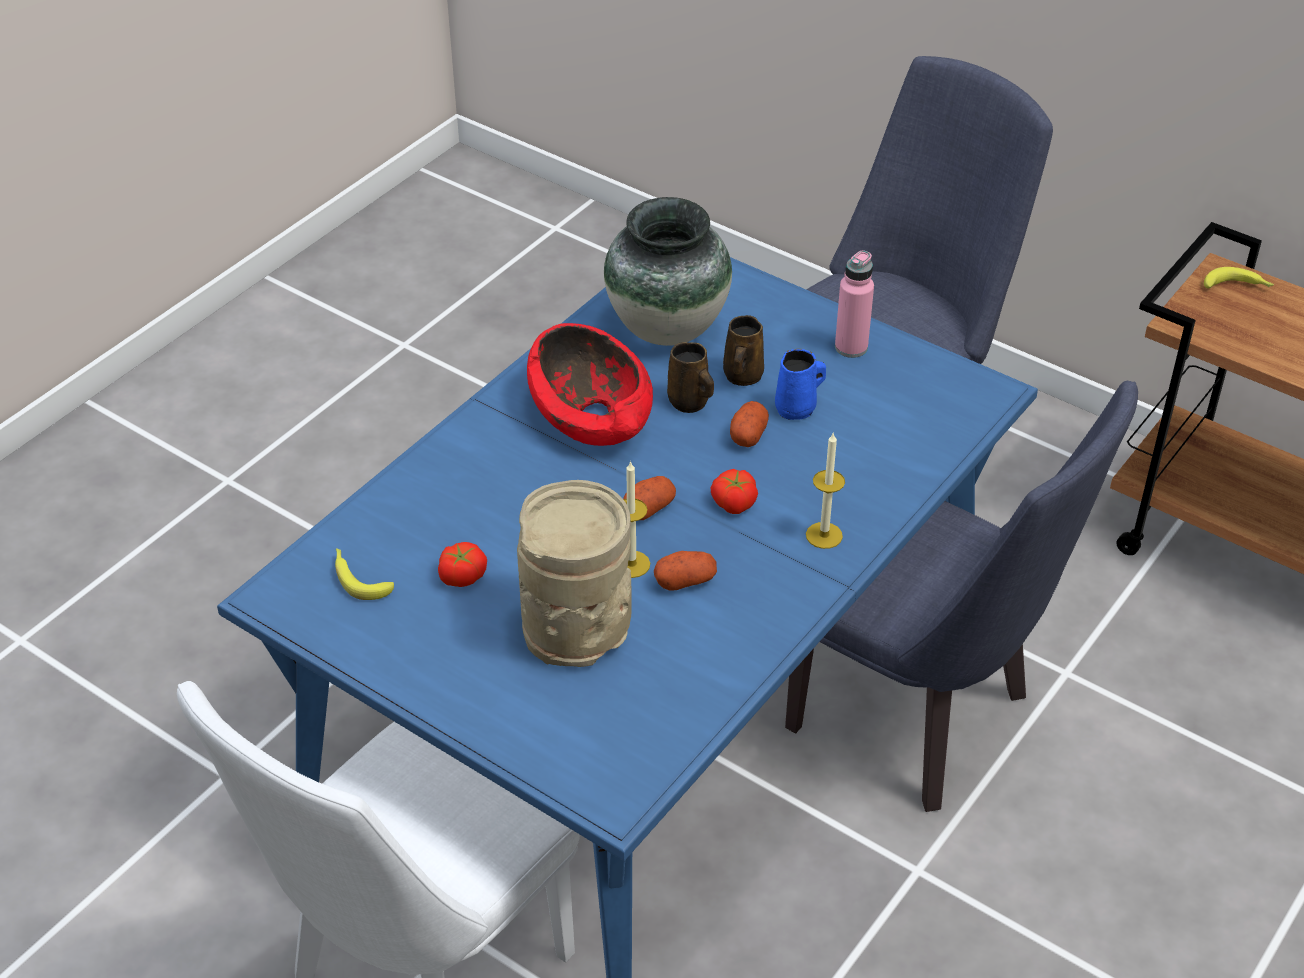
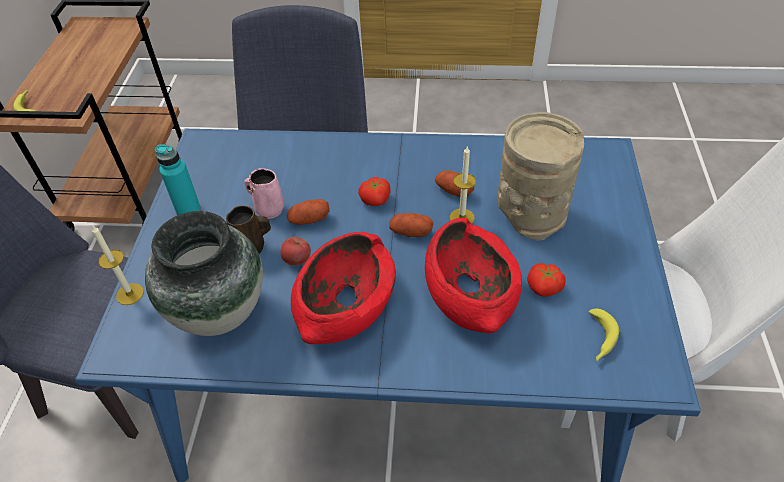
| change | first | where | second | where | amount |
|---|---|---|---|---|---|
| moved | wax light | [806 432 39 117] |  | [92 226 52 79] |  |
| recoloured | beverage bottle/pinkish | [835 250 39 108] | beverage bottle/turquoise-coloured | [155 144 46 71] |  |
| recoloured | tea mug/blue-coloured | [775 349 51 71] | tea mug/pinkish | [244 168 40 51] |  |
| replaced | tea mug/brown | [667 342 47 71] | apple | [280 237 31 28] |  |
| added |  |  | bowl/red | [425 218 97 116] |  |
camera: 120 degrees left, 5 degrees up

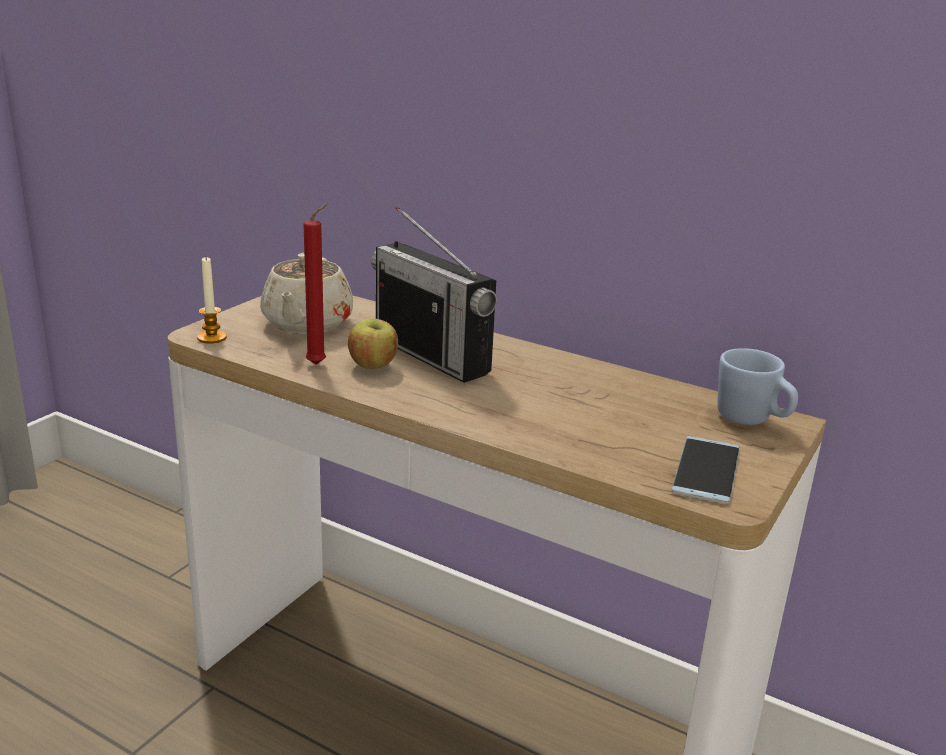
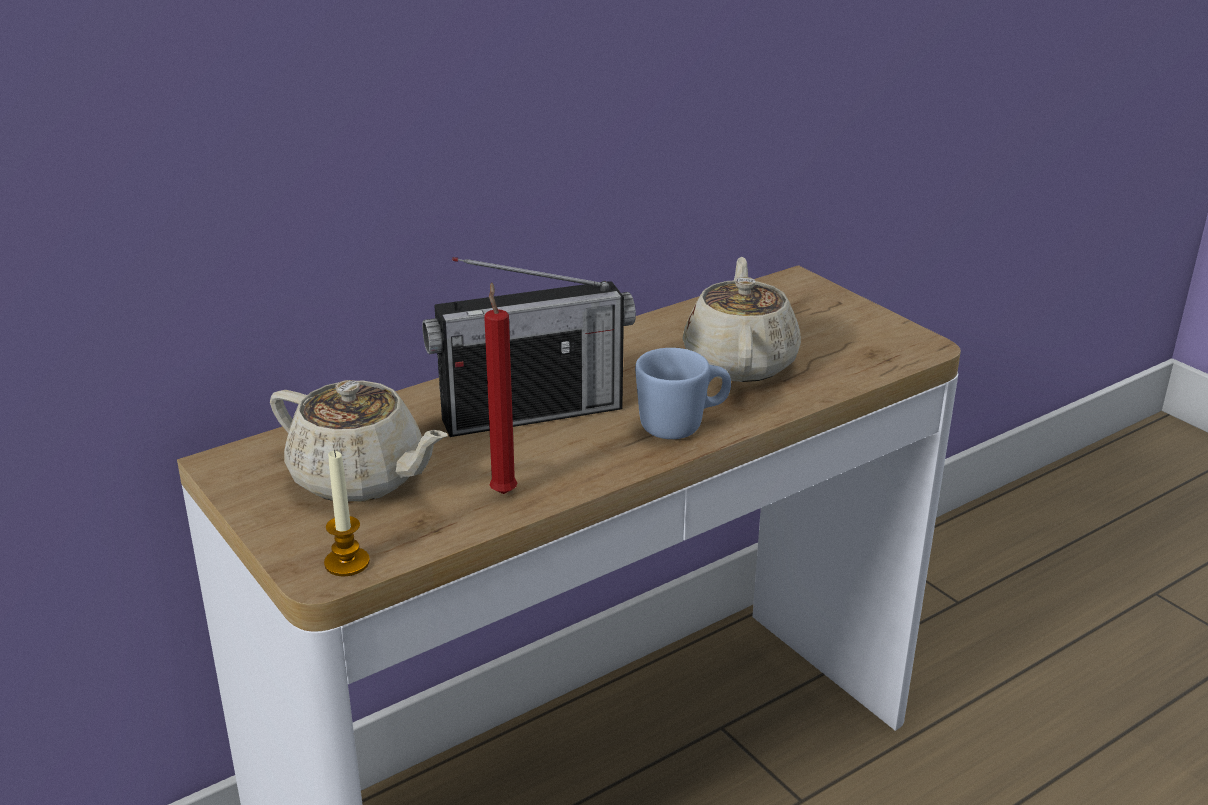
| change | first | where | second | where | amount |
|---|---|---|---|---|---|
| moved | tea mug/blue-coloured | [717 348 81 77] |  | [635 348 96 91] |  |
| added |  |  | teapot/beige | [683 257 118 125] |  |
| removed | apple | [348 318 50 51] |  |  |  |
| removed | phone | [672 436 68 68] |  |  |  |
camera: 65 degrees left, 5 degrees up

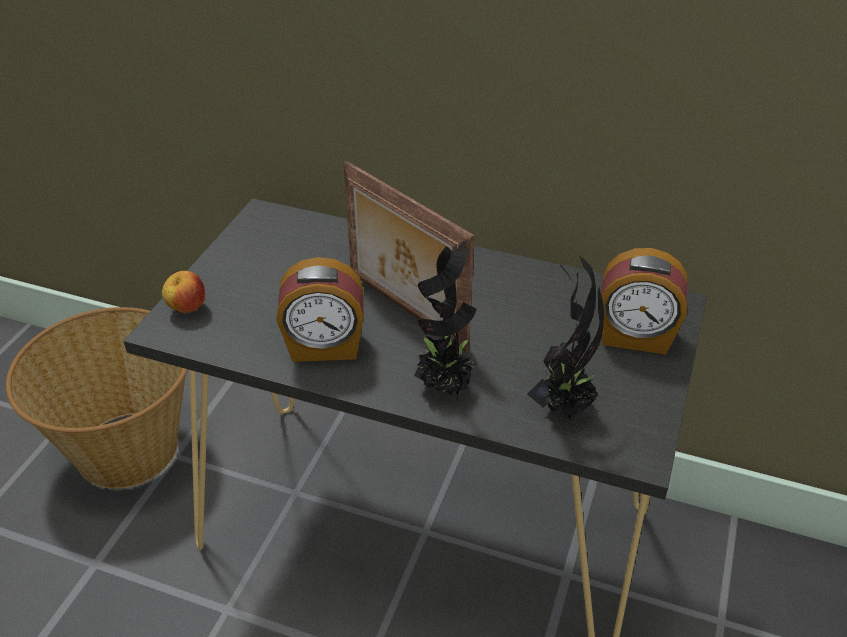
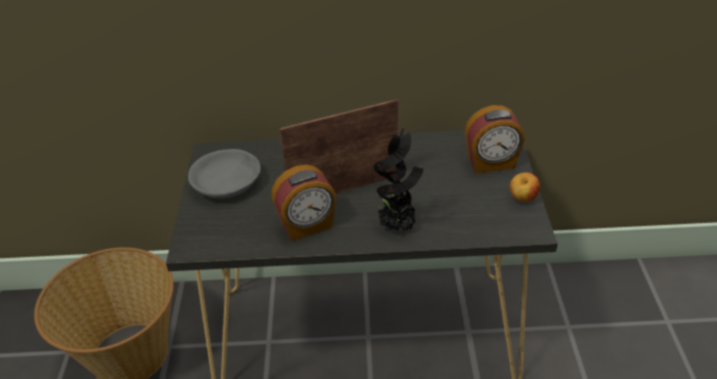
| change | first | where | second | where | amount |
|---|---|---|---|---|---|
| added |  |  | bowl/grey | [188 149 73 50] |  |
| turned | photo frame | [344 161 130 192] |  | [280 99 119 95] | 135 degrees clockwise |
| moved | apple | [162 271 43 42] |  | [510 172 30 30] |  |
| removed | houseplant | [527 256 77 163] |  |  |  |
camera: 20 degrees left, 0 degrees up

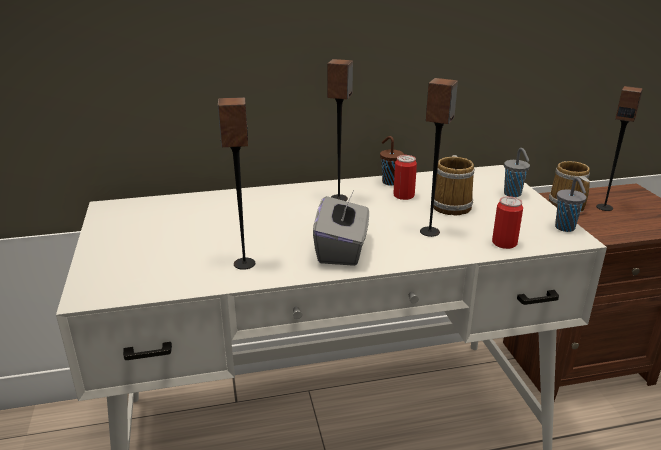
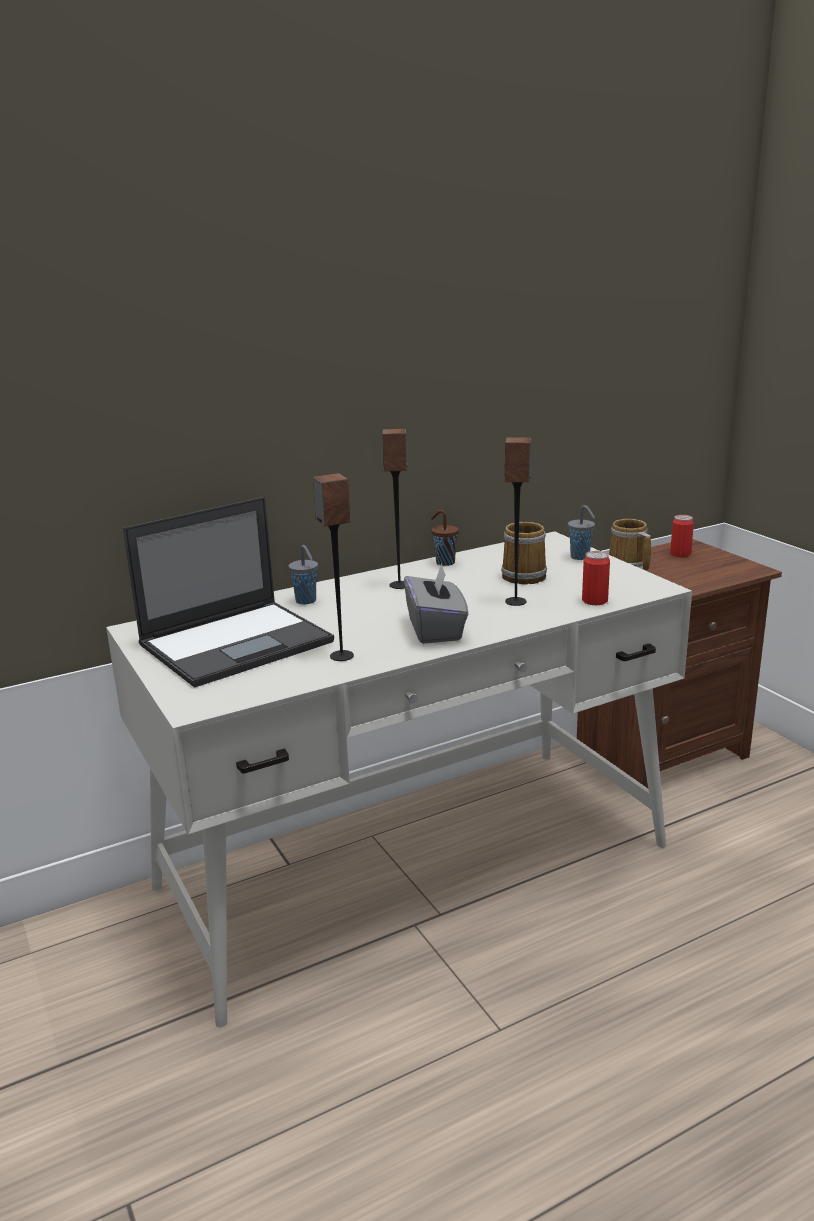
| change | first | where | second | where | amount |
|---|---|---|---|---|---|
| added |  |  | portable computer | [123 497 211 191] |  |
| moved | small cup/grey | [555 177 31 55] |  | [288 545 30 59] |  |
| moved | metal can | [393 155 24 45] |  | [670 515 24 42] |  |
| removed | loudspeaker | [596 86 47 125] |  |  |  |
camera: 15 degrees left, 5 degrees down

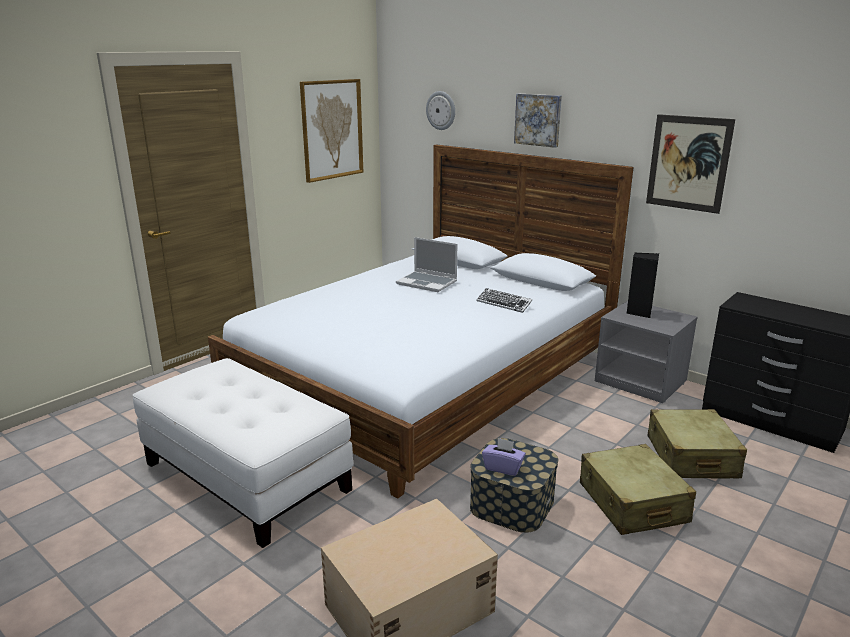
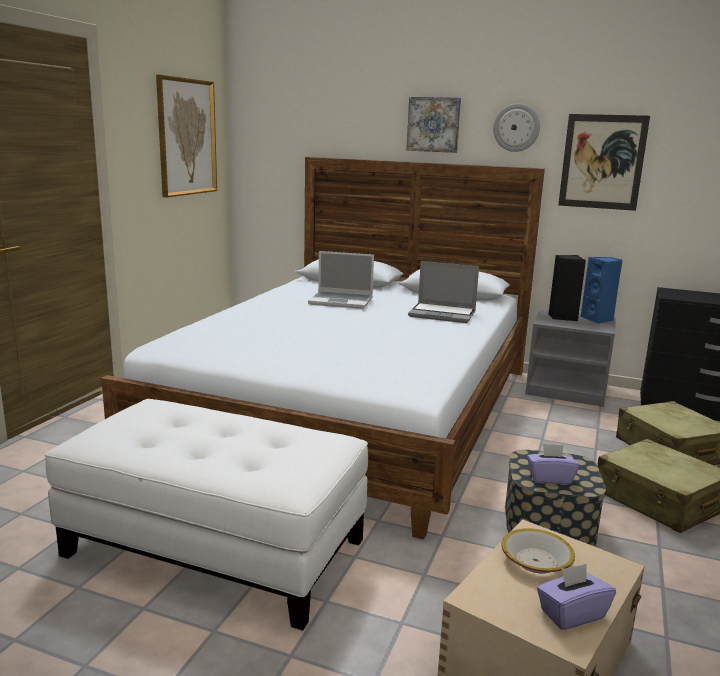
| change | first | where | second | where | amount |
|---|---|---|---|---|---|
| replaced | keyboard | [476 288 56 25] | portable computer | [408 261 71 62] |  |
| moved | hanging clock | [426 91 29 39] |  | [493 103 47 49] |  |
| added |  |  | bowl | [501 528 74 45] |  |
| added |  |  | box of tissues/purple-coloured | [537 564 79 66] |  |
| added |  |  | loudspeaker/blue-coloured | [580 257 42 67] |  |
camera: 20 degrees left, 5 degrees down

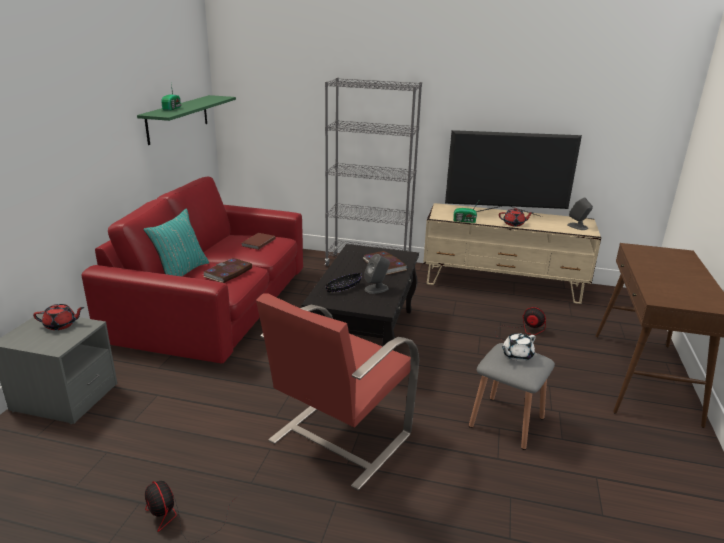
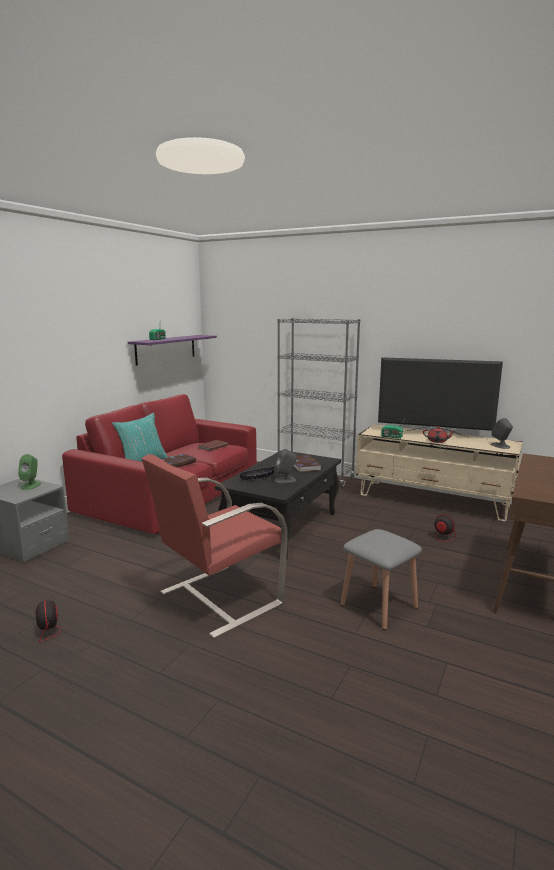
| change | first | where | second | where | amount |
|---|---|---|---|---|---|
| replaced | teapot/red | [33 304 51 26] | loudspeaker/green | [18 454 23 36] |  |
| recoloured | bracket shelf/green | [137 95 99 50] | bracket shelf/purple-coloured | [128 335 89 31] |  |
| removed | teapot/whitish | [502 333 34 28] |  |  |  |
camera: 15 degrees right, 10 degrees down

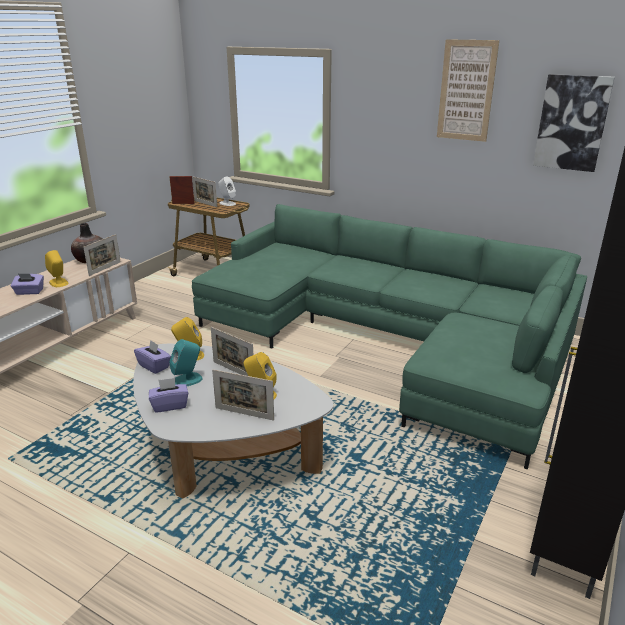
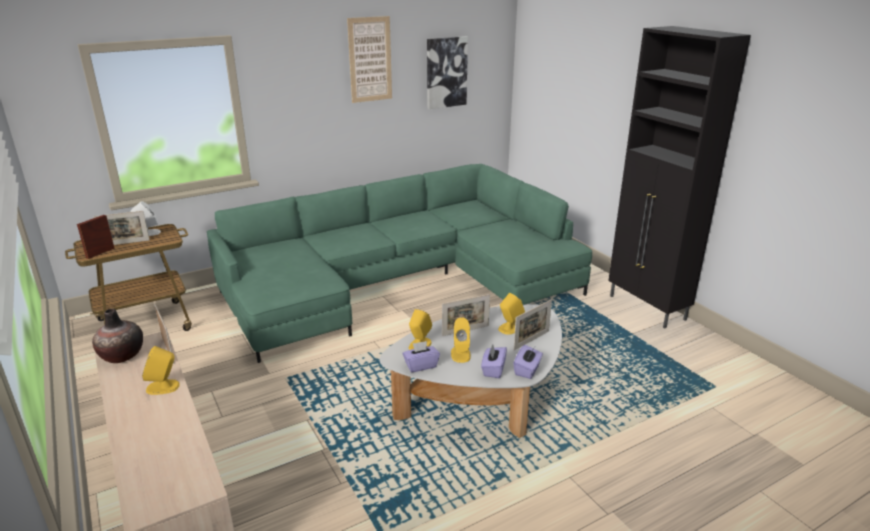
| change | first | where | second | where | amount |
|---|---|---|---|---|---|
| recoloured | loudspeaker/turquoise-coloured | [169 339 33 47] | loudspeaker/yellow-coloured | [451 317 20 46] |  |
| moved | box of tissues/purple-coloured | [11 274 33 21] |  | [513 345 30 34] |  |
camera: 60 degrees left, 0 degrees up

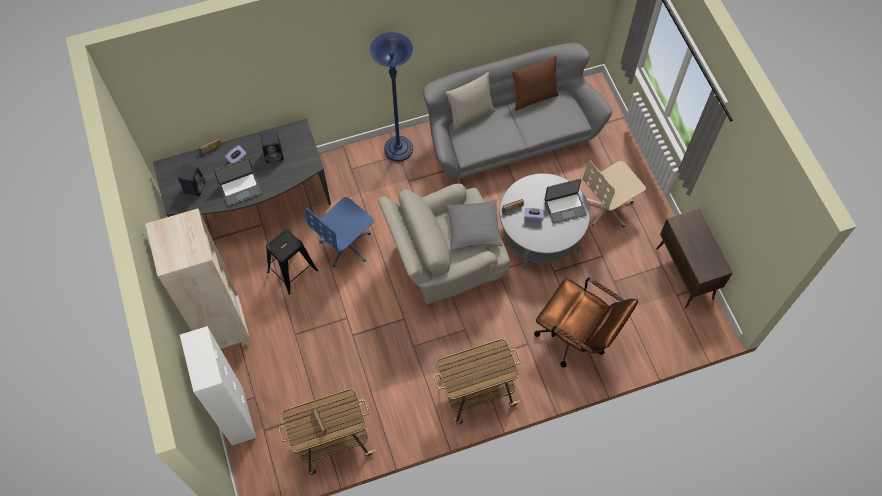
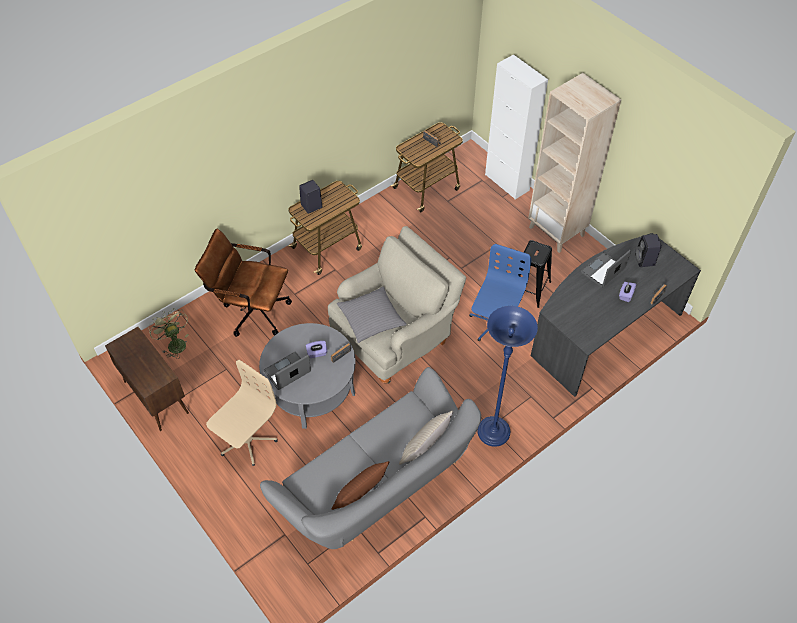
| change | first | where | second | where | amount |
|---|---|---|---|---|---|
| added |  |  | electric fan/green | [147 308 42 51] |  |
| moved | loudspeaker/black | [260 131 24 32] |  | [299 180 24 34] |  |
camera: 160 degrees right, 10 degrees down

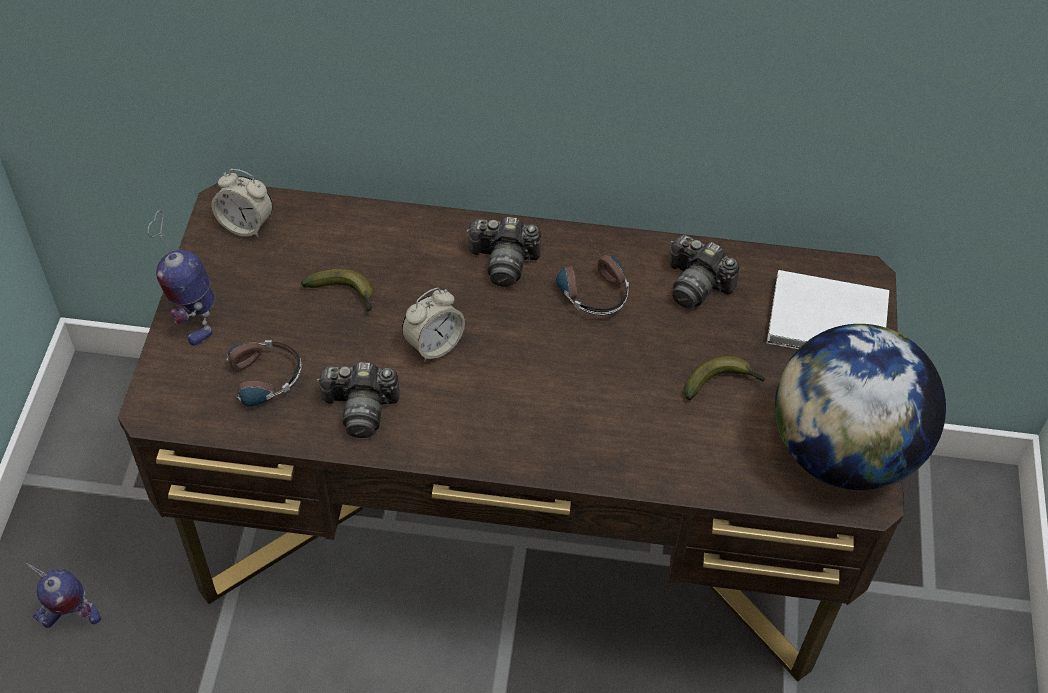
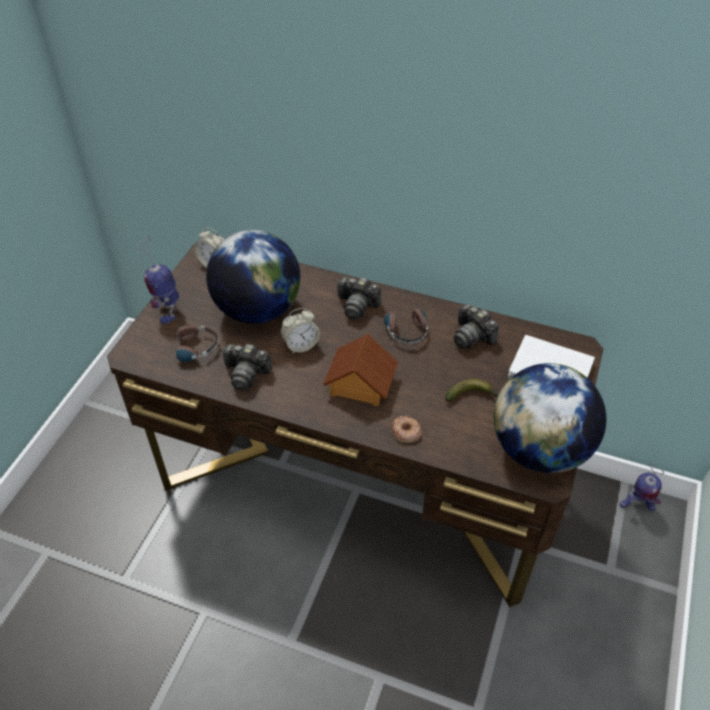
| change | first | where | second | where | amount |
|---|---|---|---|---|---|
| replaced | whole banana | [301 269 72 43] | world globe | [206 230 94 94] |  |
| added |  |  | model house | [323 333 75 74] |  |
| added |  |  | donut | [391 415 30 28] |  |
| moved | model robot | [25 563 76 65] |  | [620 464 44 47] |  |
camera: 15 degrees right, 5 degrees down

